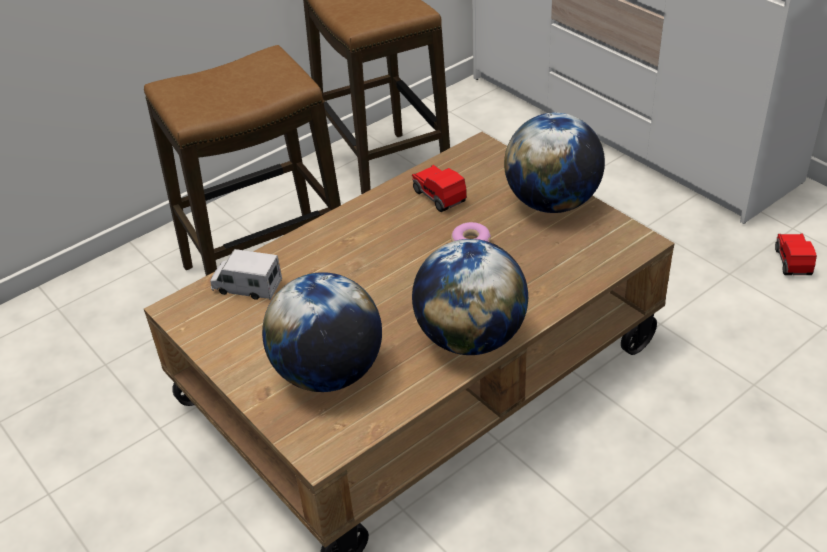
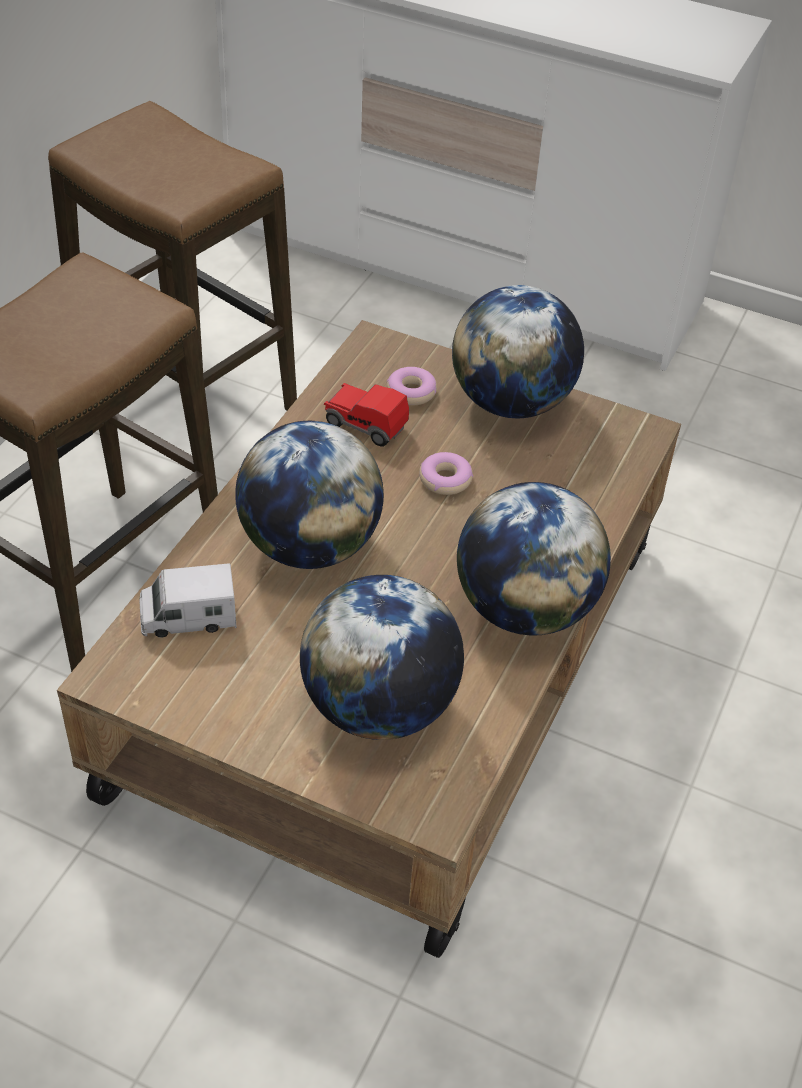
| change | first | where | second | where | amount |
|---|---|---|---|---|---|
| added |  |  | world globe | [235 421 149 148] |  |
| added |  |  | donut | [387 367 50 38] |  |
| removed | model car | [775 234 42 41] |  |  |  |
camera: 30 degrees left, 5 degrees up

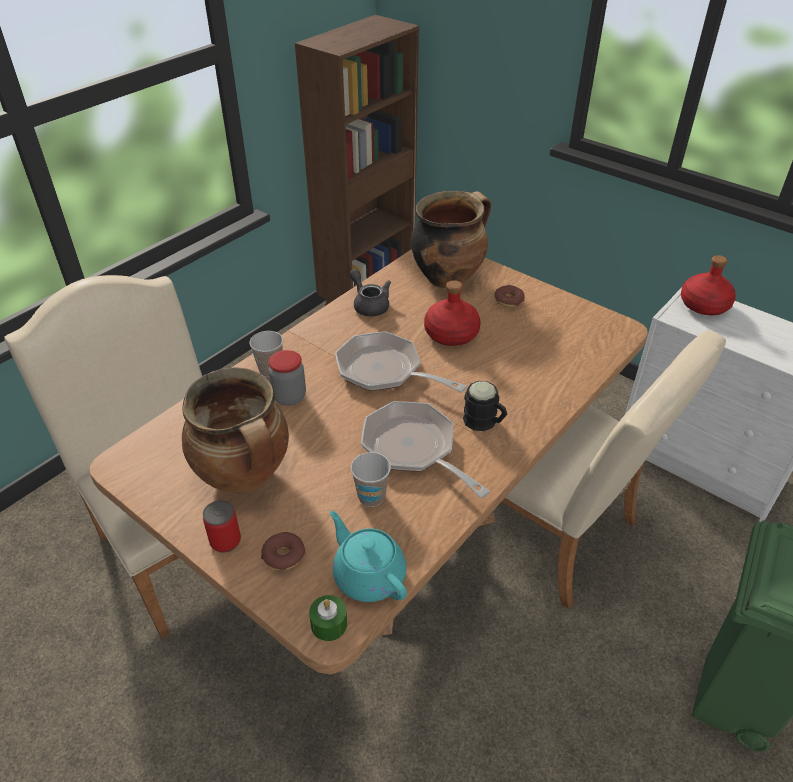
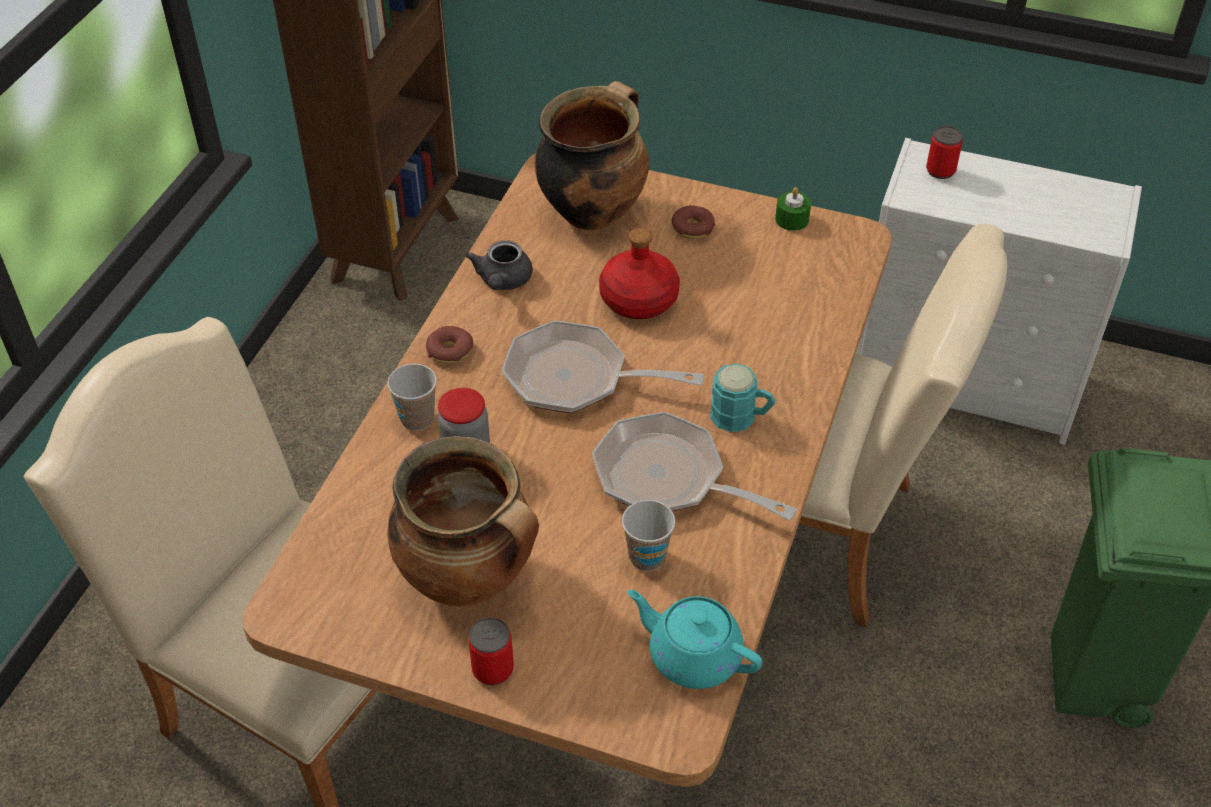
| change | first | where | second | where | amount |
|---|---|---|---|---|---|
| moved | donut | [261 532 44 39] |  | [426 326 47 38] |  |
| turned | teapot/grey | [350 269 41 48] |  | [465 240 67 50] | 120 degrees counterclockwise |
| recoloured | tea mug/black | [463 381 45 50] | tea mug/turquoise-coloured | [710 364 66 68] |  |
| moved | wax light/green | [309 595 38 46] |  | [775 187 36 44] |  |
| replaced | beverage bottle/red | [681 255 55 60] | metal can | [926 126 37 53] |  |
camera: 20 degrees left, 5 degrees up

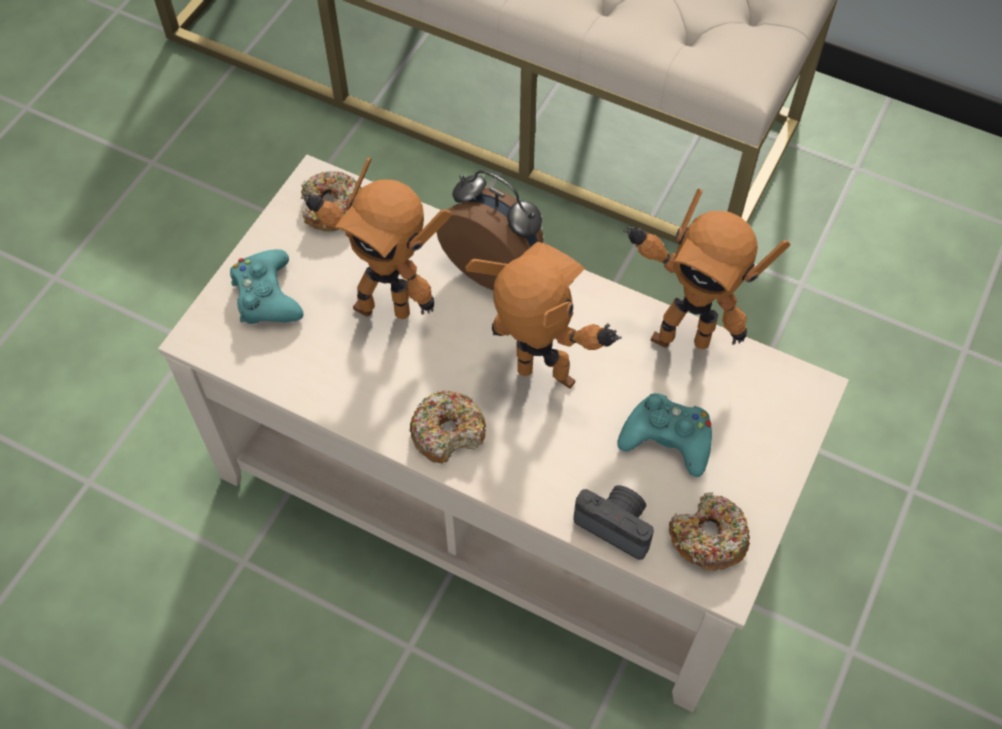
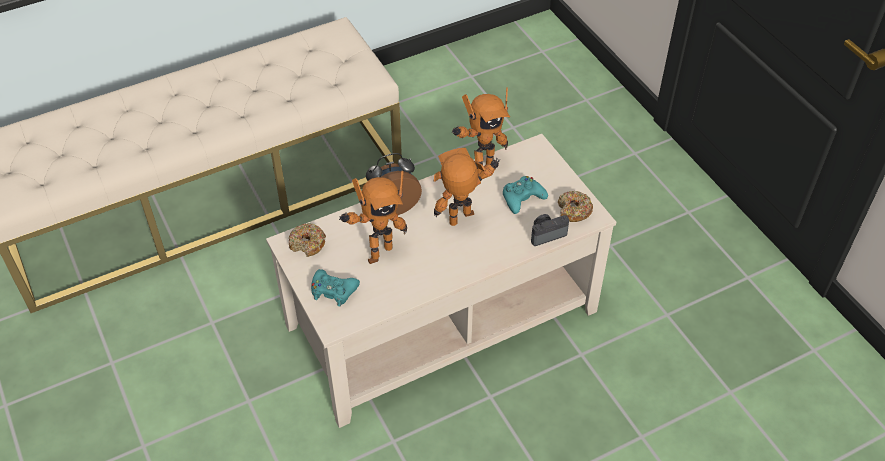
| change | first | where | second | where | amount |
|---|---|---|---|---|---|
| removed | donut | [410 391 76 72] |  |  |  |
camera: 55 degrees left, 10 degrees down

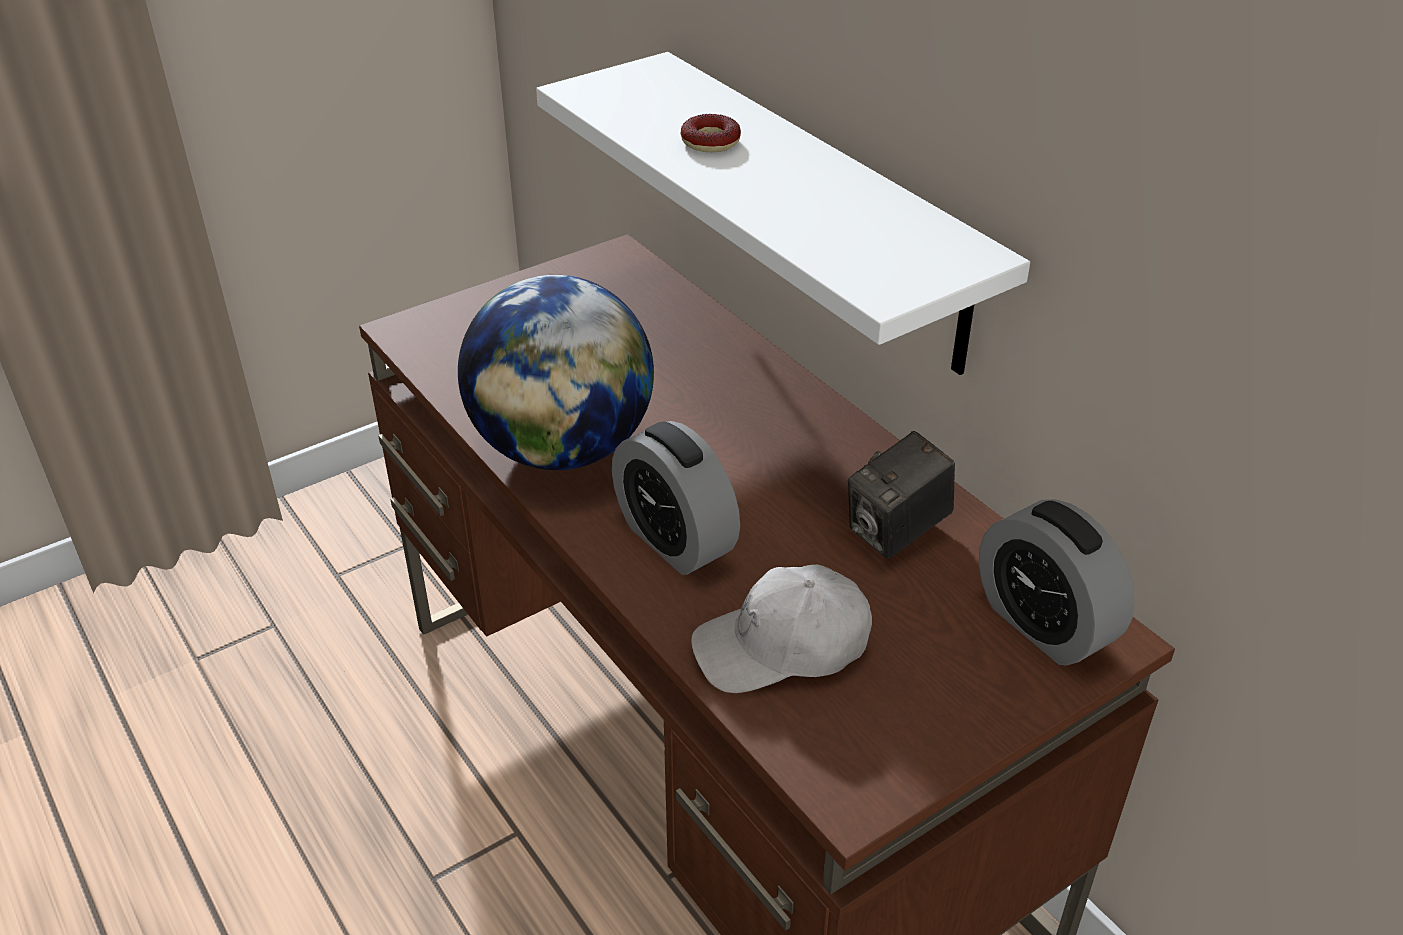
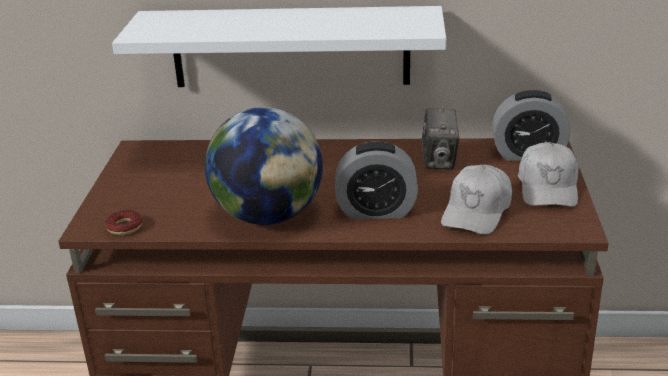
| change | first | where | second | where | amount |
|---|---|---|---|---|---|
| moved | donut | [680 114 61 38] |  | [105 210 37 25] |  |
| added |  |  | peaked cap/whitish | [518 142 60 65] |  |
camera: 50 degrees left, 10 degrees down

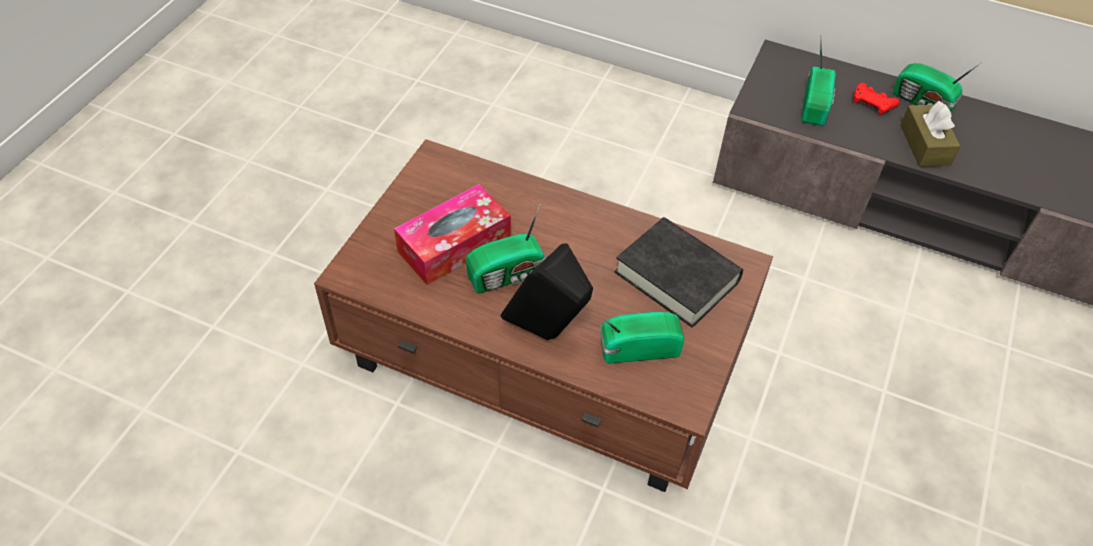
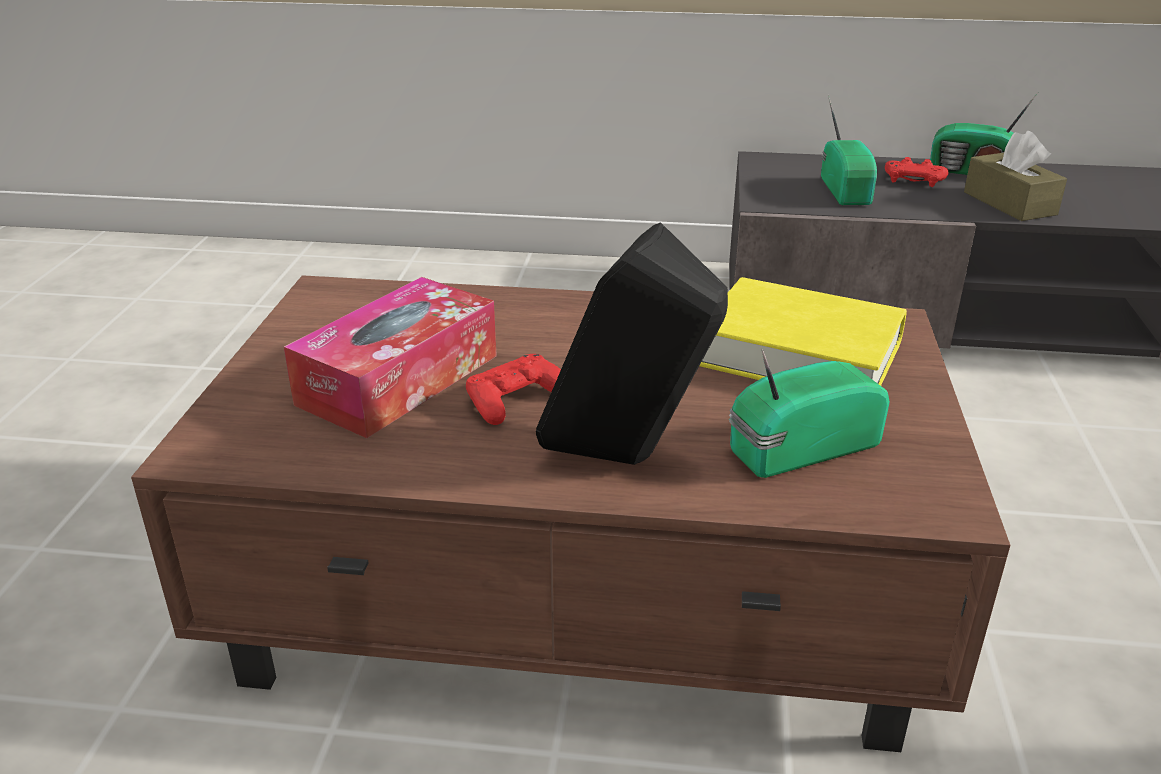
| change | first | where | second | where | amount |
|---|---|---|---|---|---|
| replaced | radio | [466 203 80 91] | joypad/red | [466 354 95 71] |  |
| recoloured | book/black | [614 217 129 111] | book/yellow-coloured | [700 277 207 109] |  |
camera: 15 degrees left, 20 degrees down

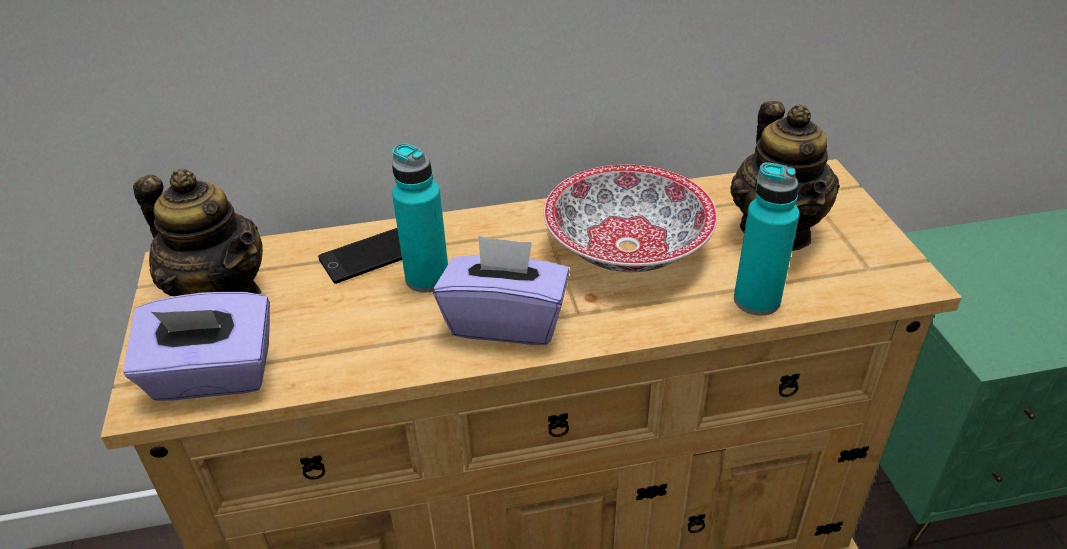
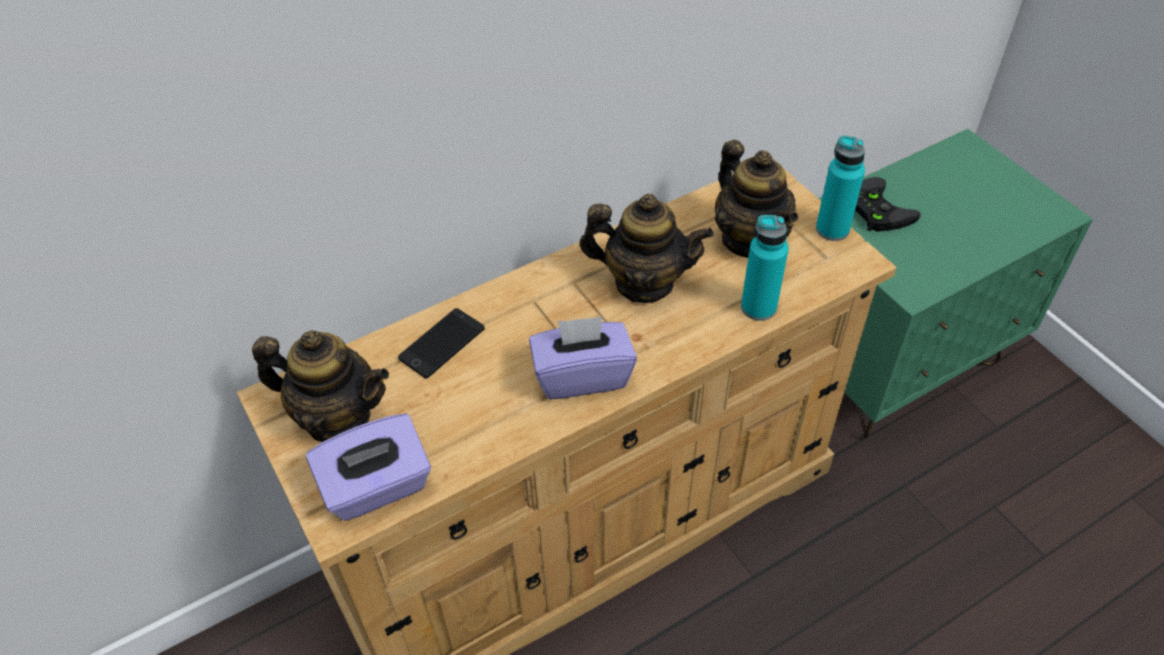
| change | first | where | second | where | amount |
|---|---|---|---|---|---|
| replaced | bowl | [544 165 173 107] | teapot | [579 194 135 109] |  |
| moved | beverage bottle/turquoise-coloured | [392 143 56 149] |  | [816 135 49 106] |  |
| added |  |  | joypad/black | [855 177 66 54] |  |
camera: 20 degrees left, 10 degrees up

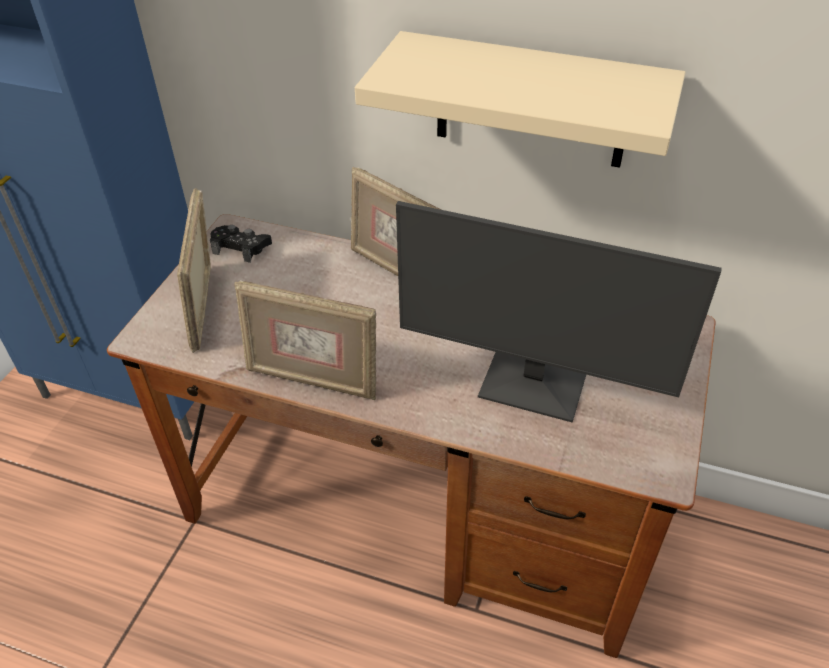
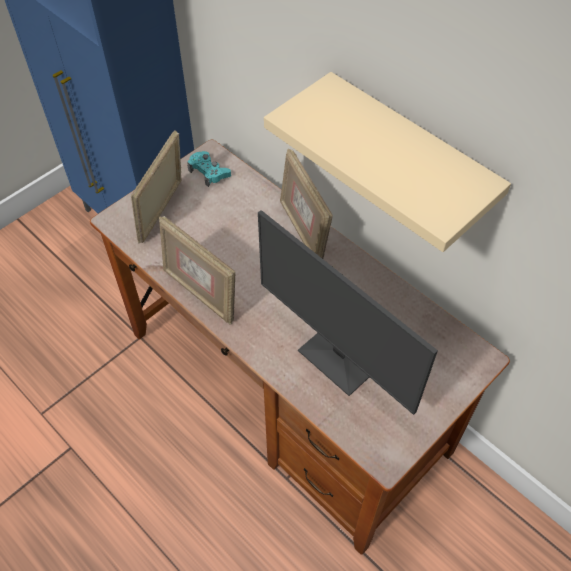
| change | first | where | second | where | amount |
|---|---|---|---|---|---|
| recoloured | joypad/black | [210 225 62 38] | joypad/turquoise-coloured | [187 151 44 36] |  |
camera: 25 degrees right, 10 degrees up

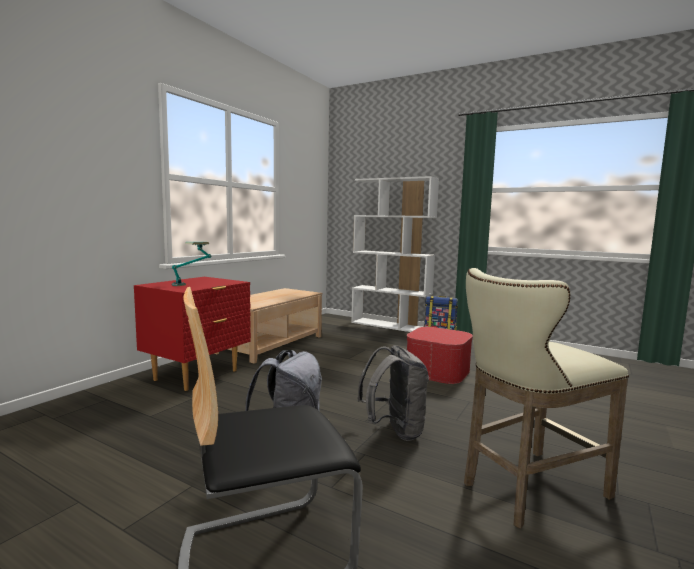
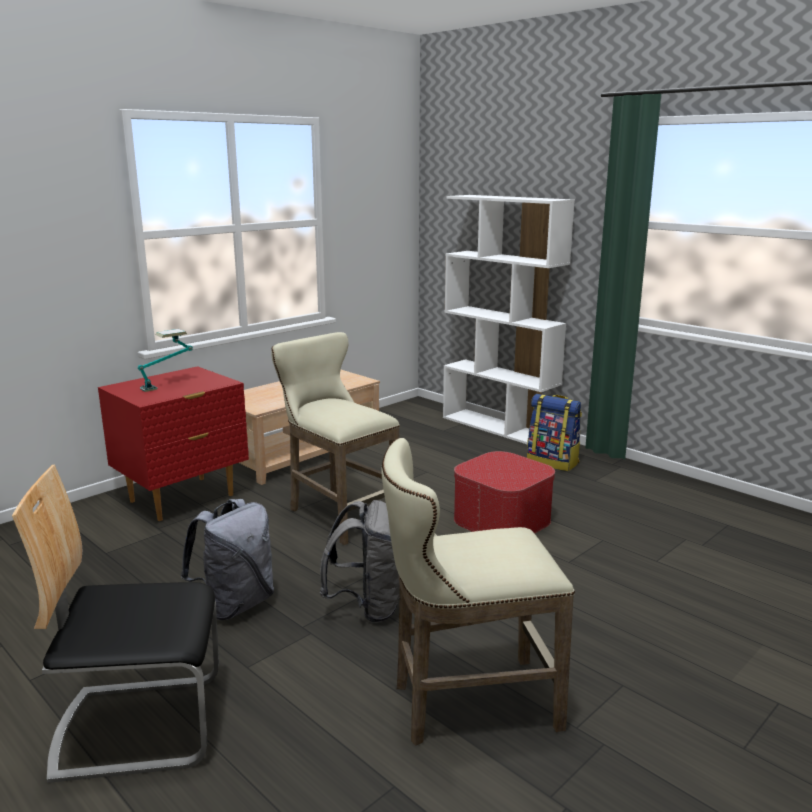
| change | first | where | second | where | amount |
|---|---|---|---|---|---|
| added |  |  | stool/beige | [271 332 129 213] |  |
camera: 15 degrees right, 10 degrees up

